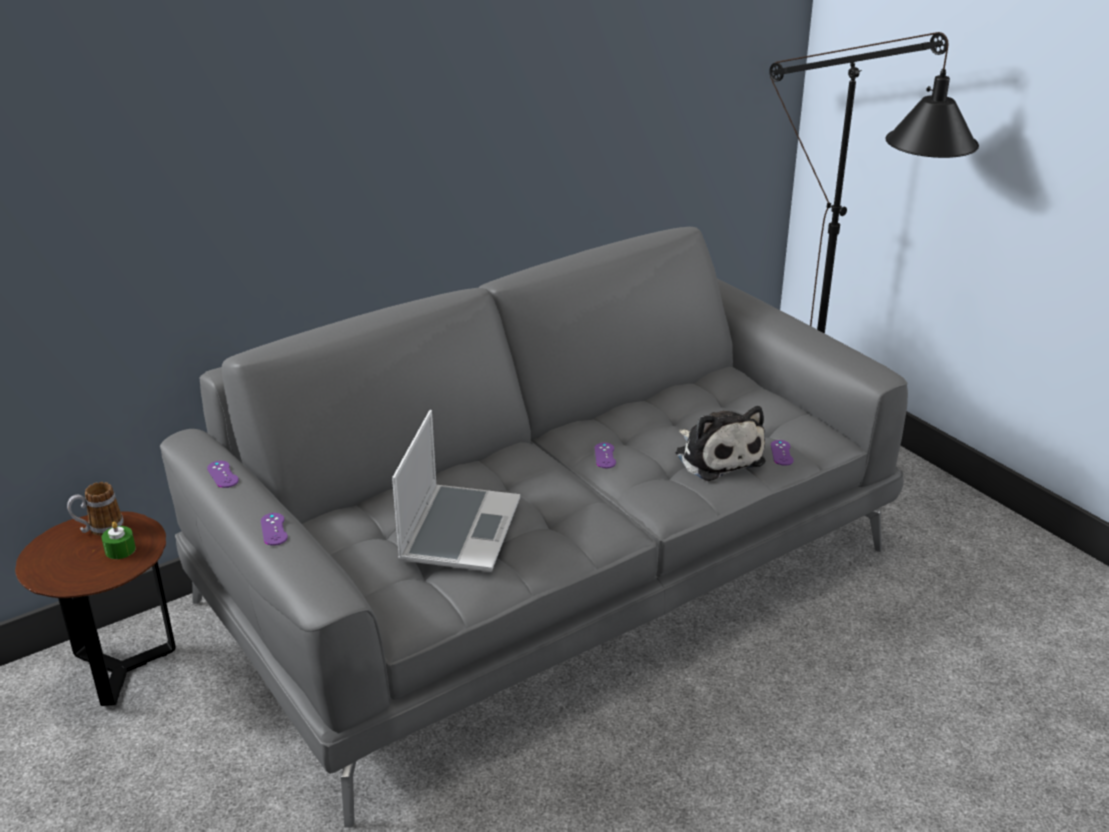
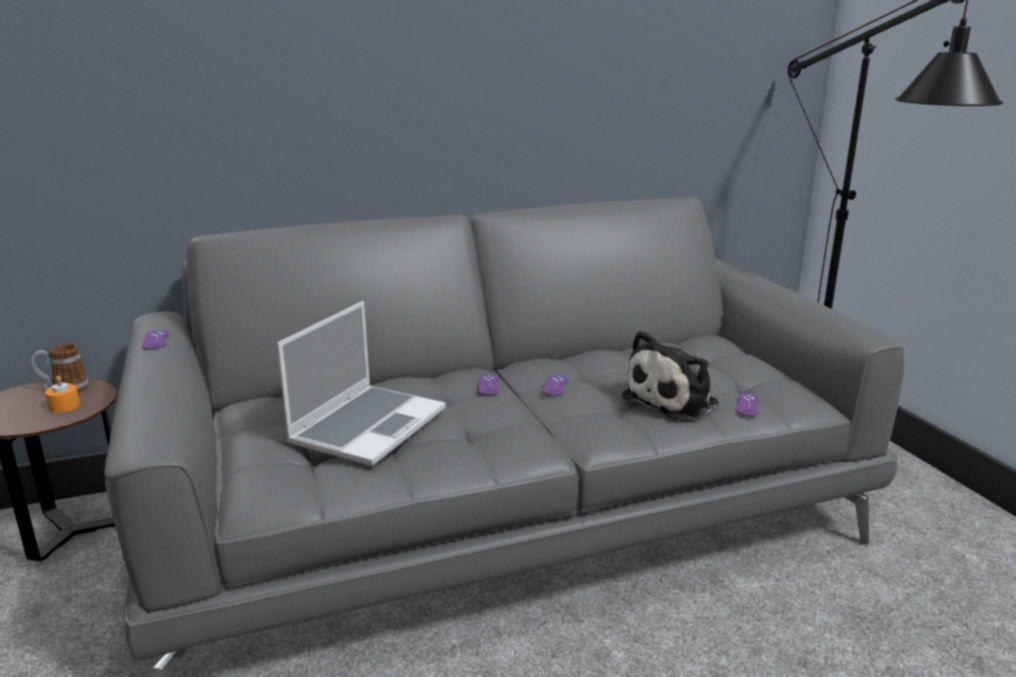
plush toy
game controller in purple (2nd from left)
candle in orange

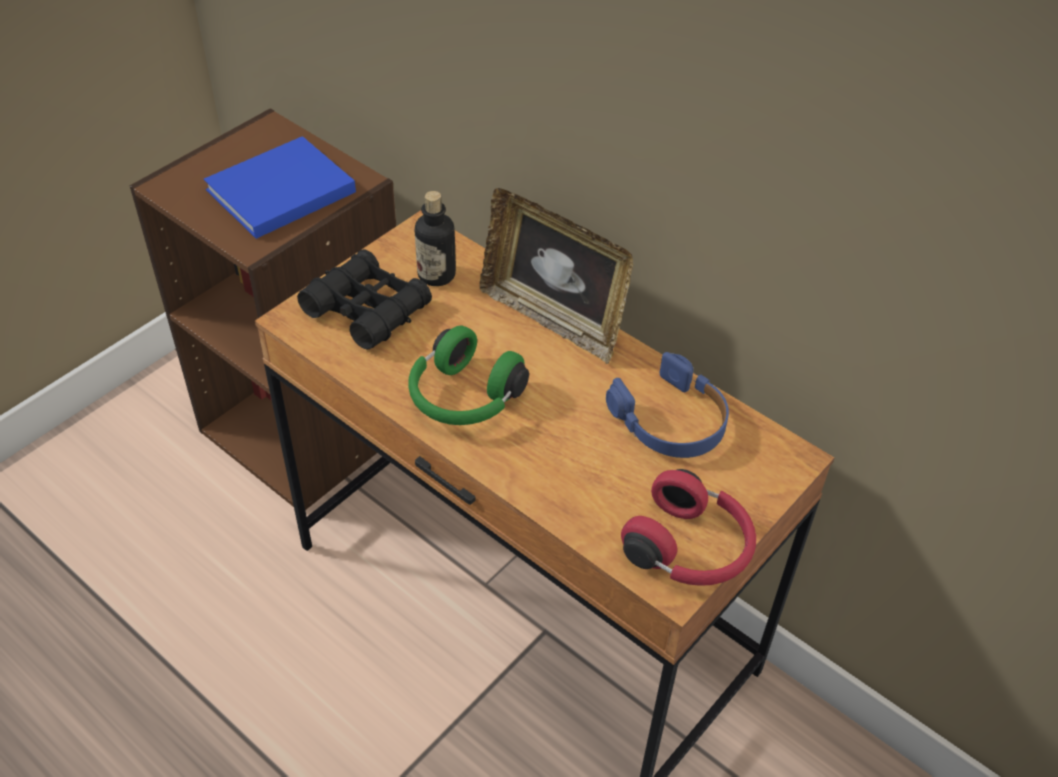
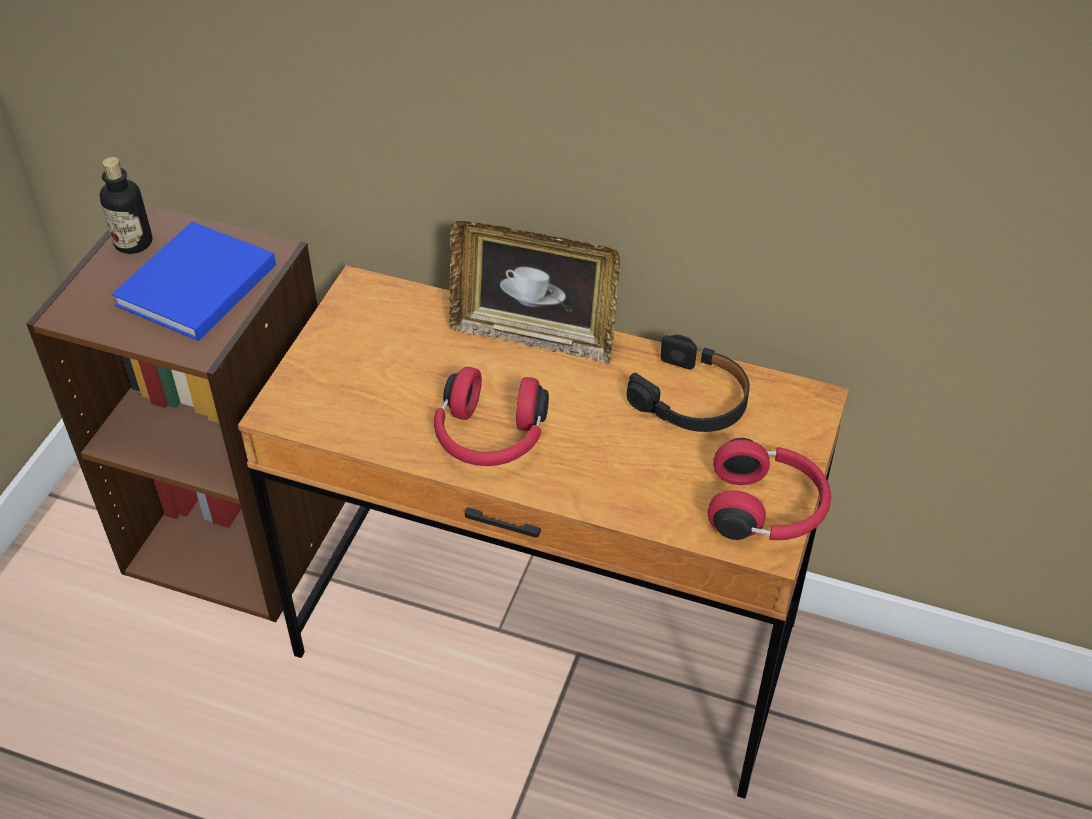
bottle
binoculars in black
headphones in red (1st from left)
headphones in black

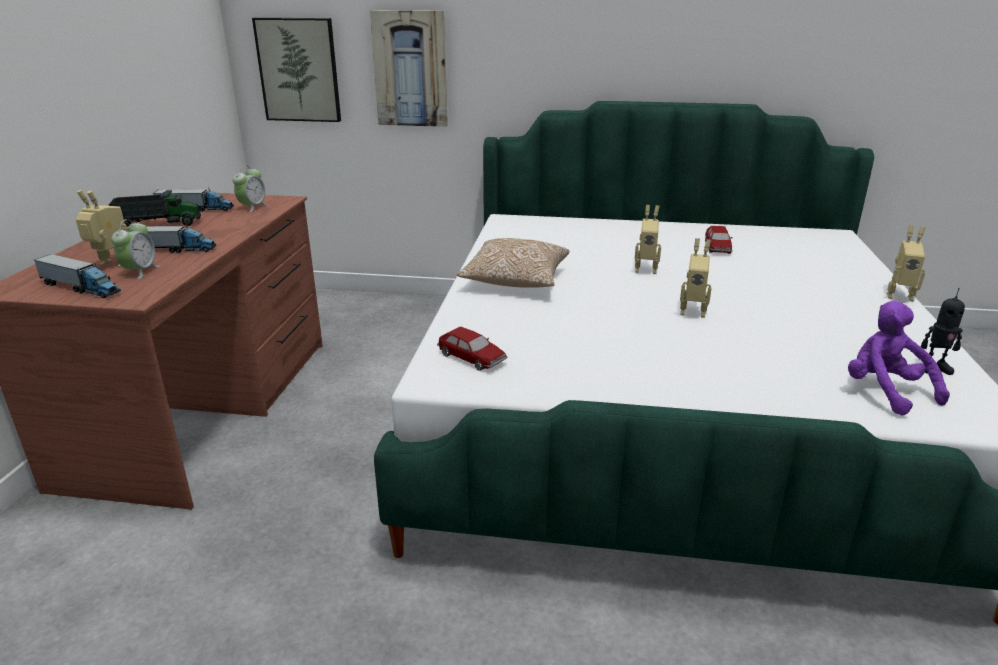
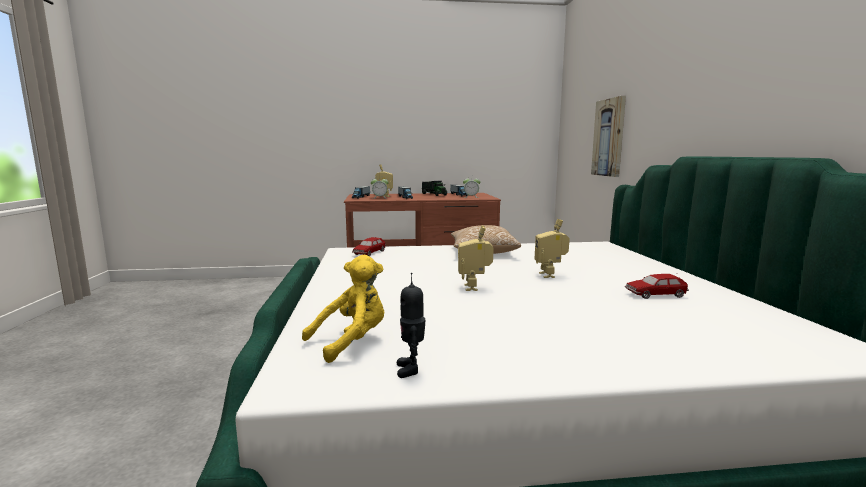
picture (1st from left in the first image)
toy robot (4th from left in the first image)
plush toy in yellow

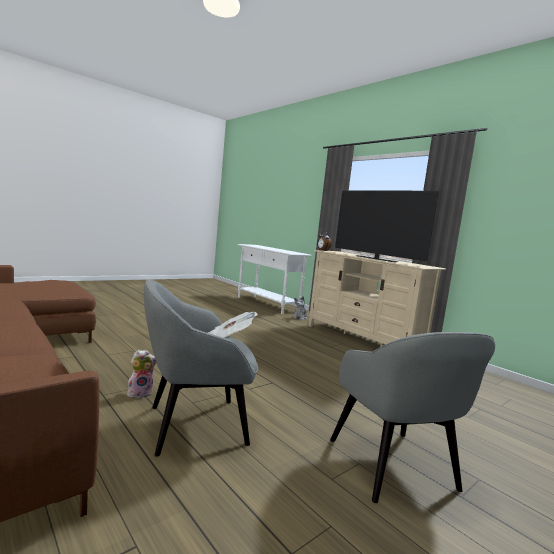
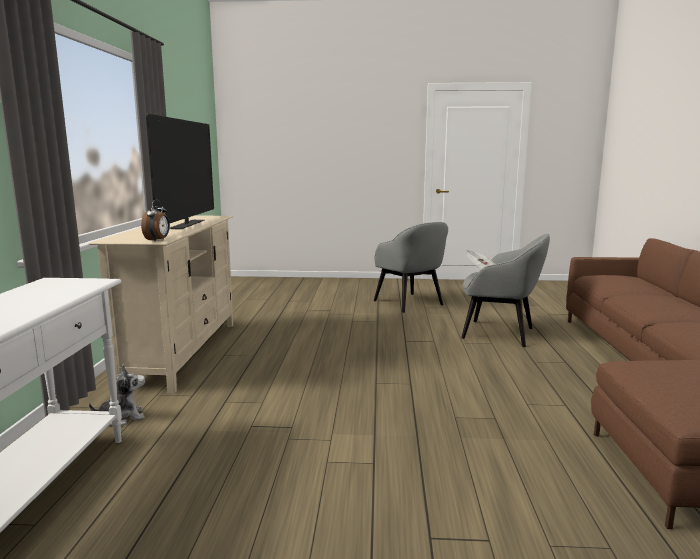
armchair in grey (1st from left)
plush toy (1st from left in the first image)

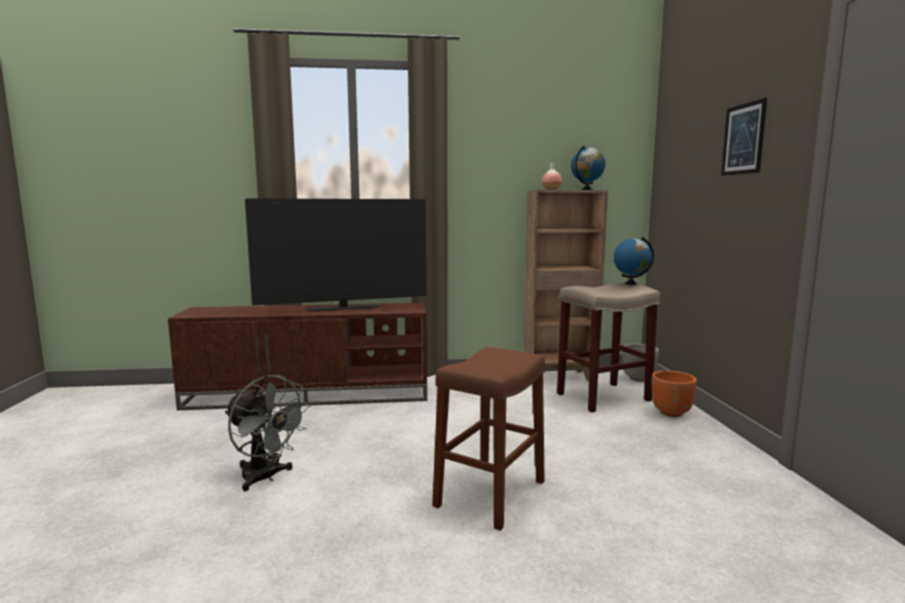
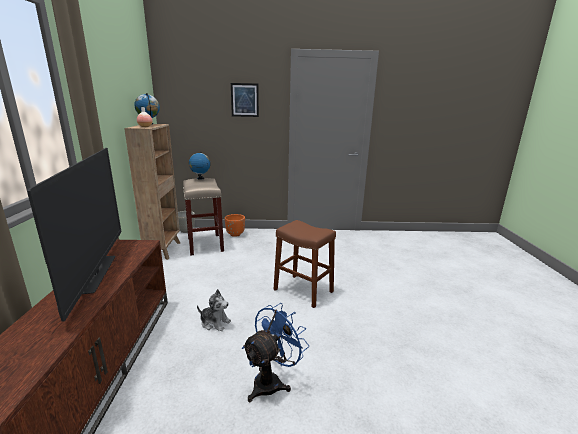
fan in blue
plush toy

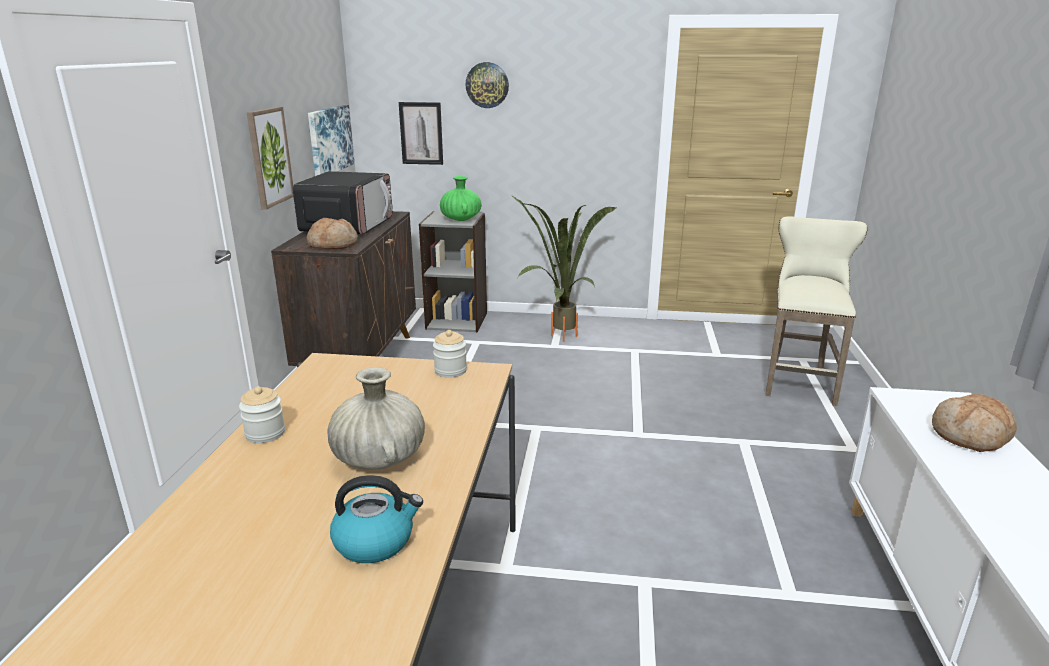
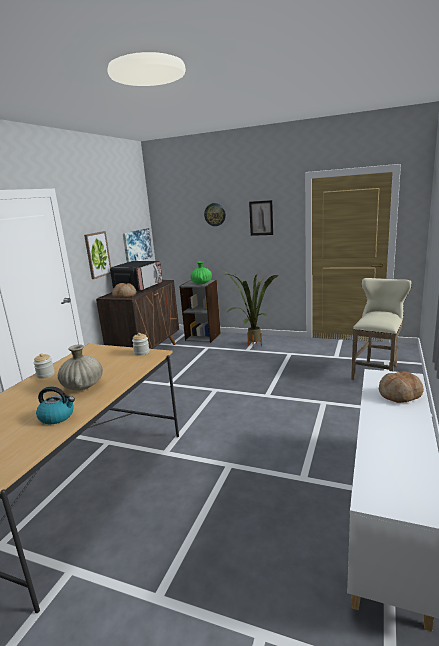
picture (3rd from left)

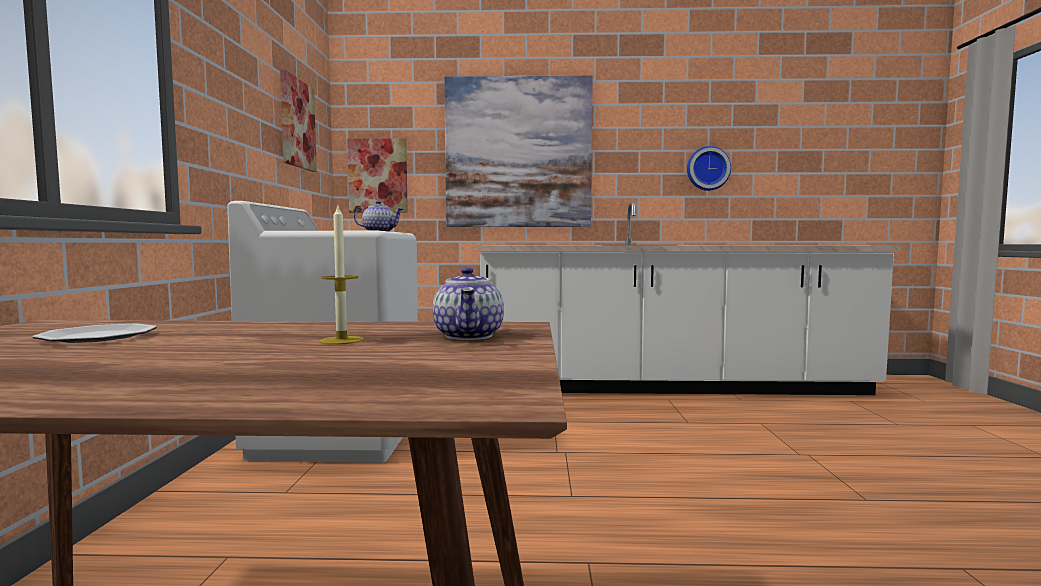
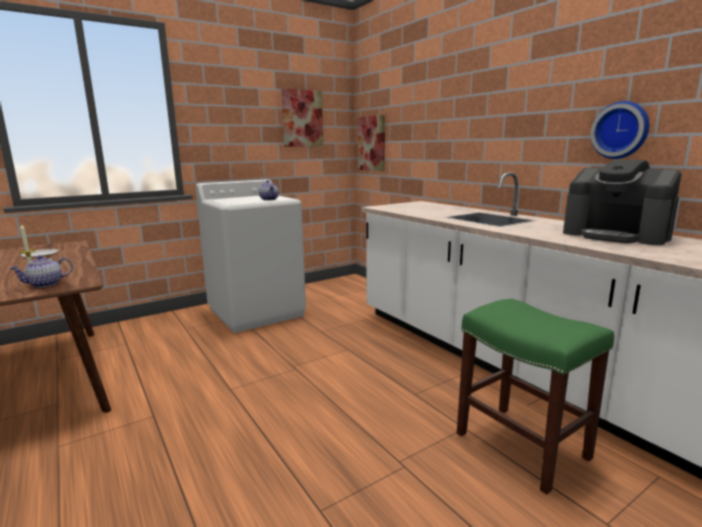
picture (3rd from left in the first image)
coffee machine
stool in green

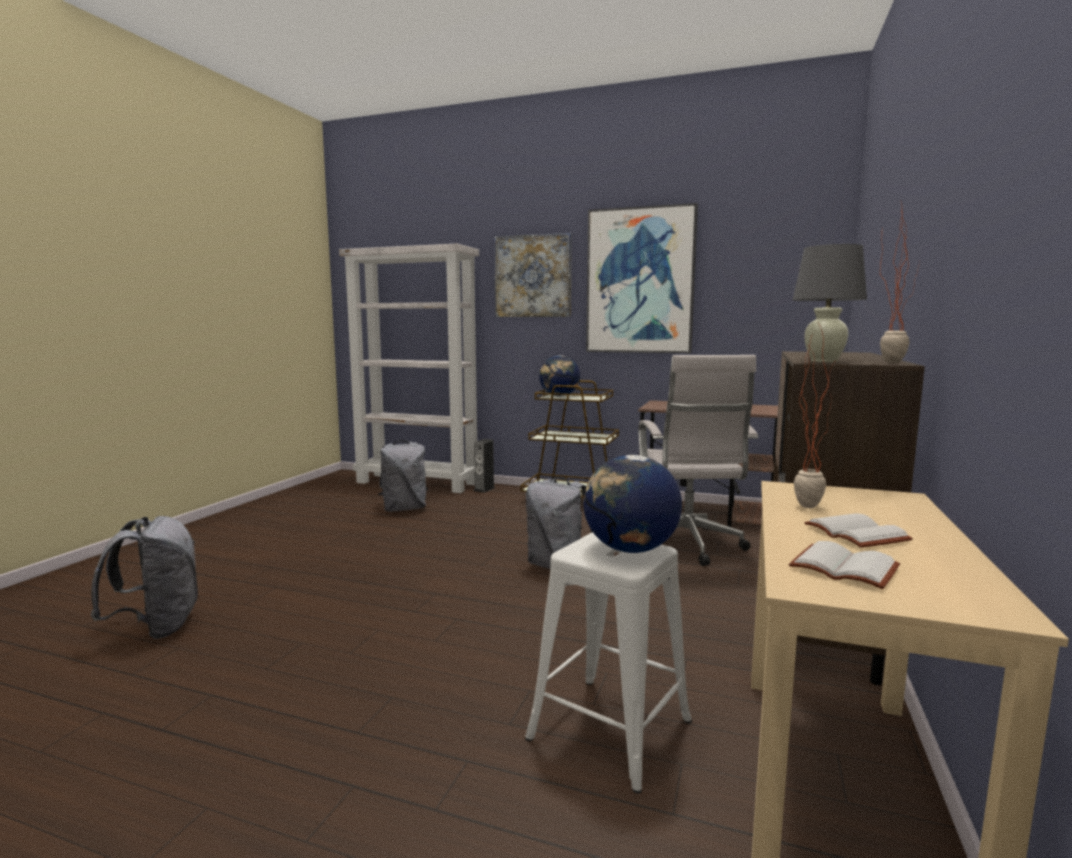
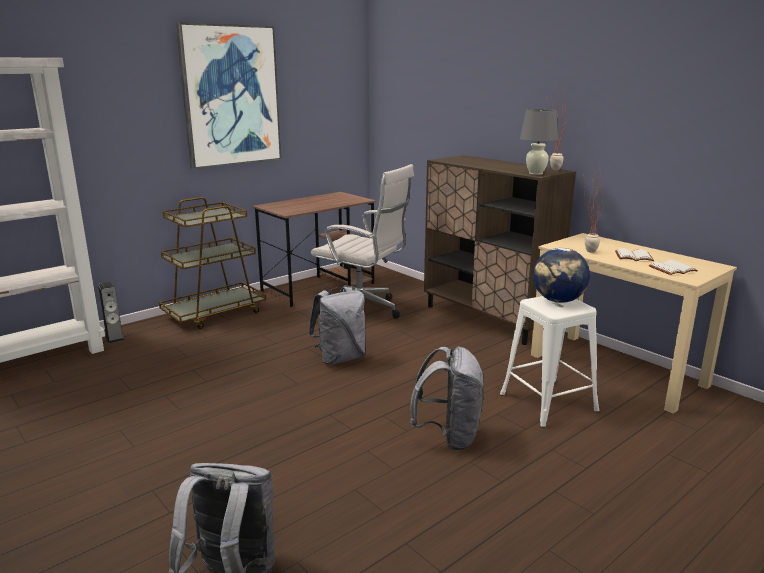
picture (1st from left in the first image)
globe (1st from left in the first image)
backpack in grey (3rd from left)

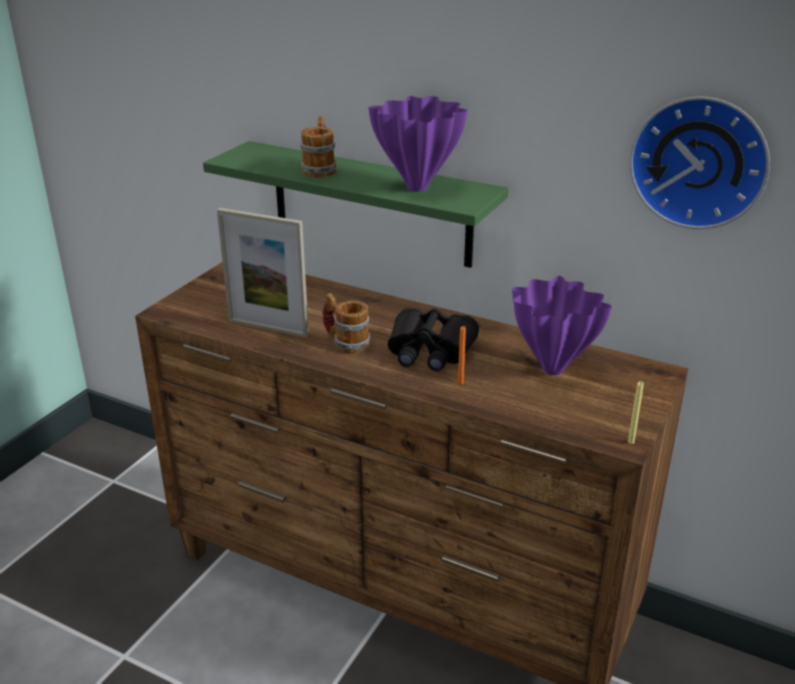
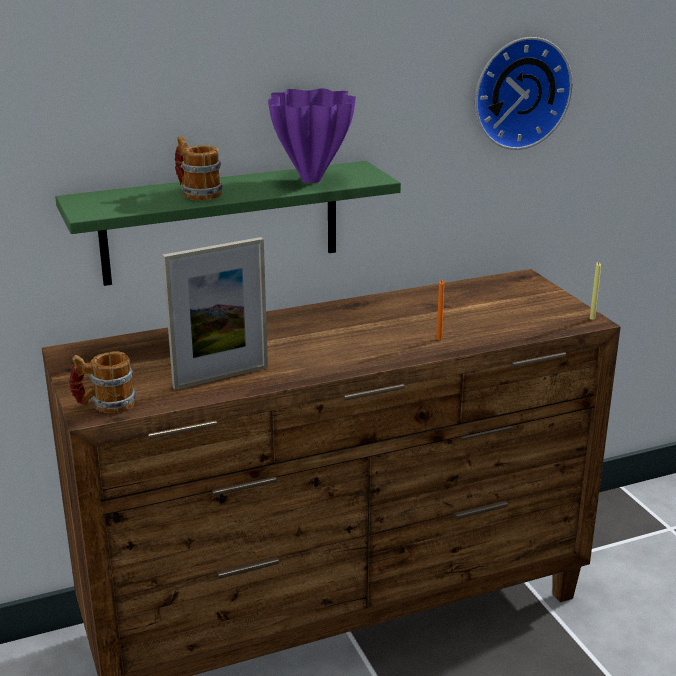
vase in purple (2nd from left in the first image)
mug (1st from left)
binoculars in black

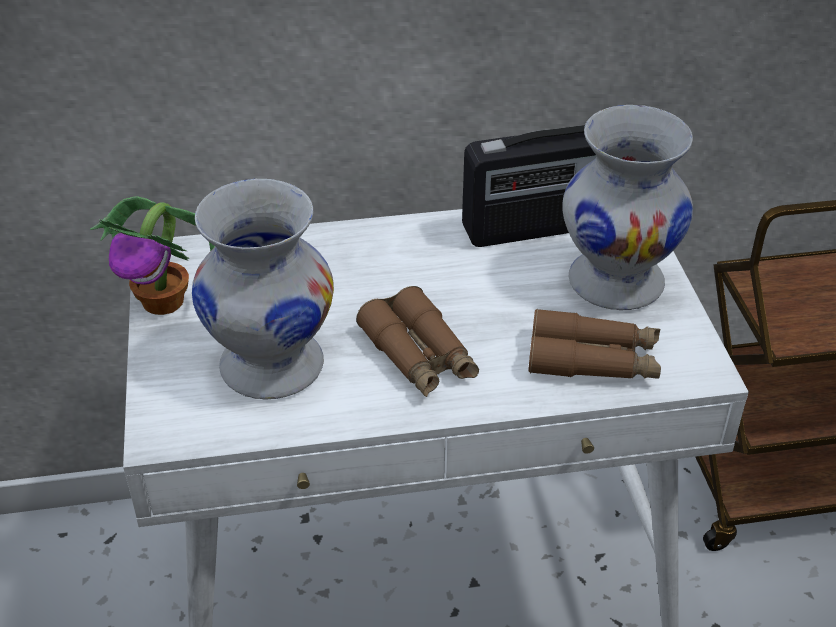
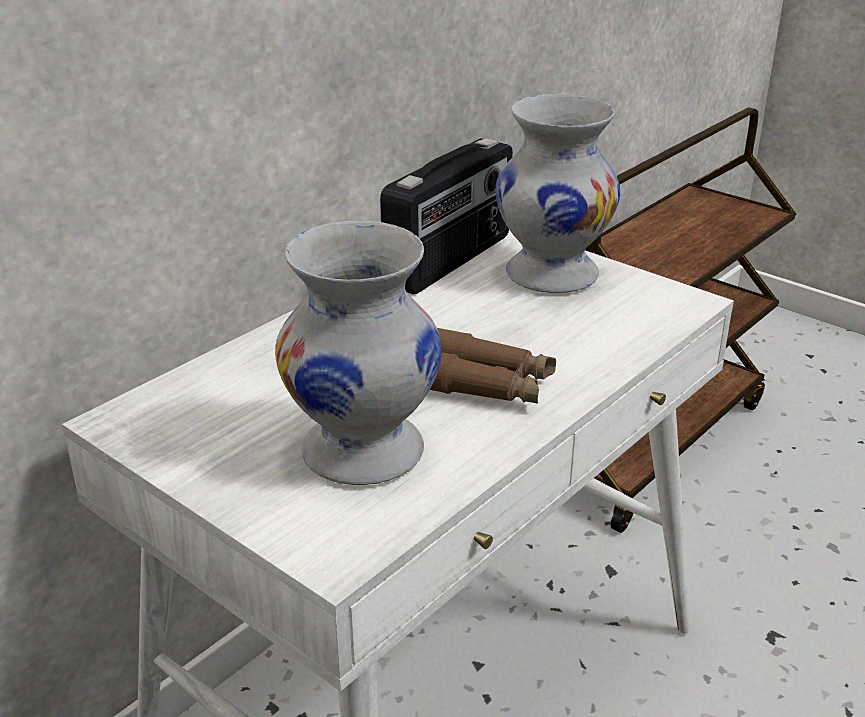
potted plant
binoculars in brown (2nd from left in the first image)

